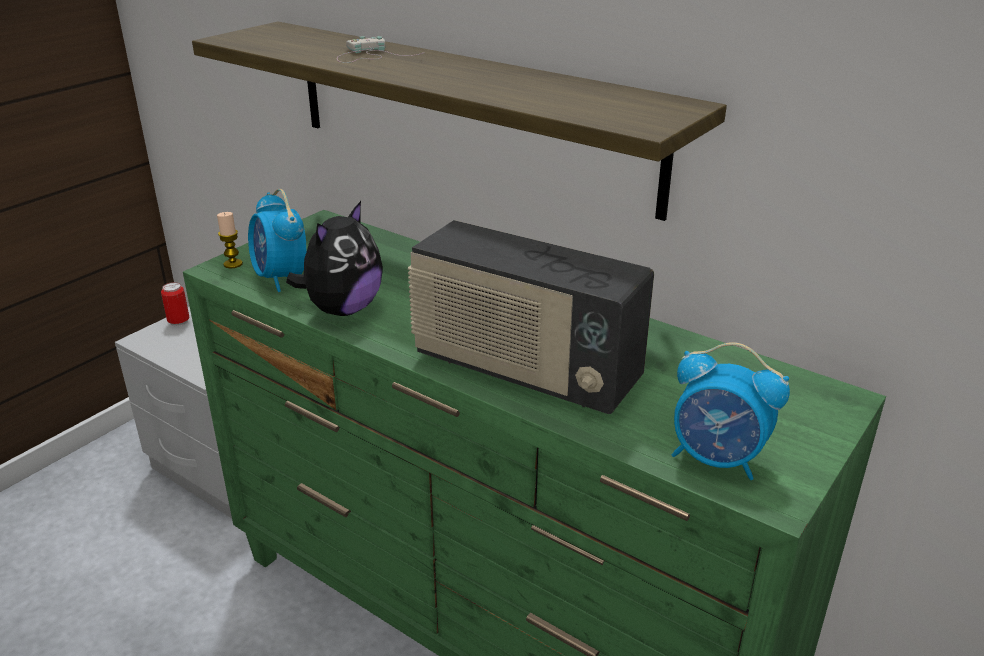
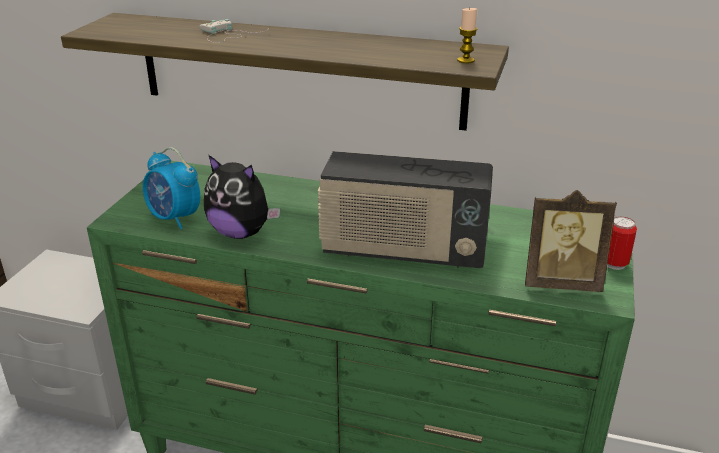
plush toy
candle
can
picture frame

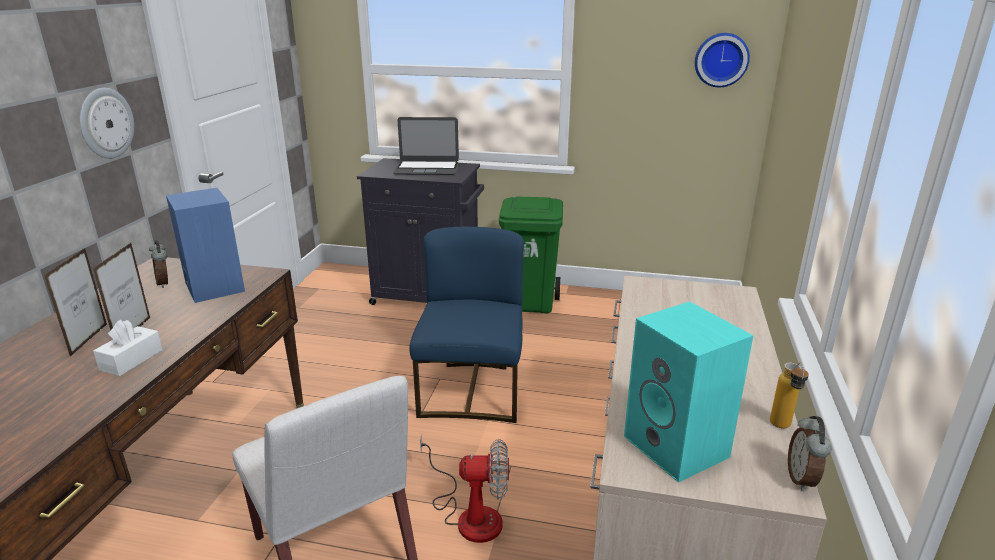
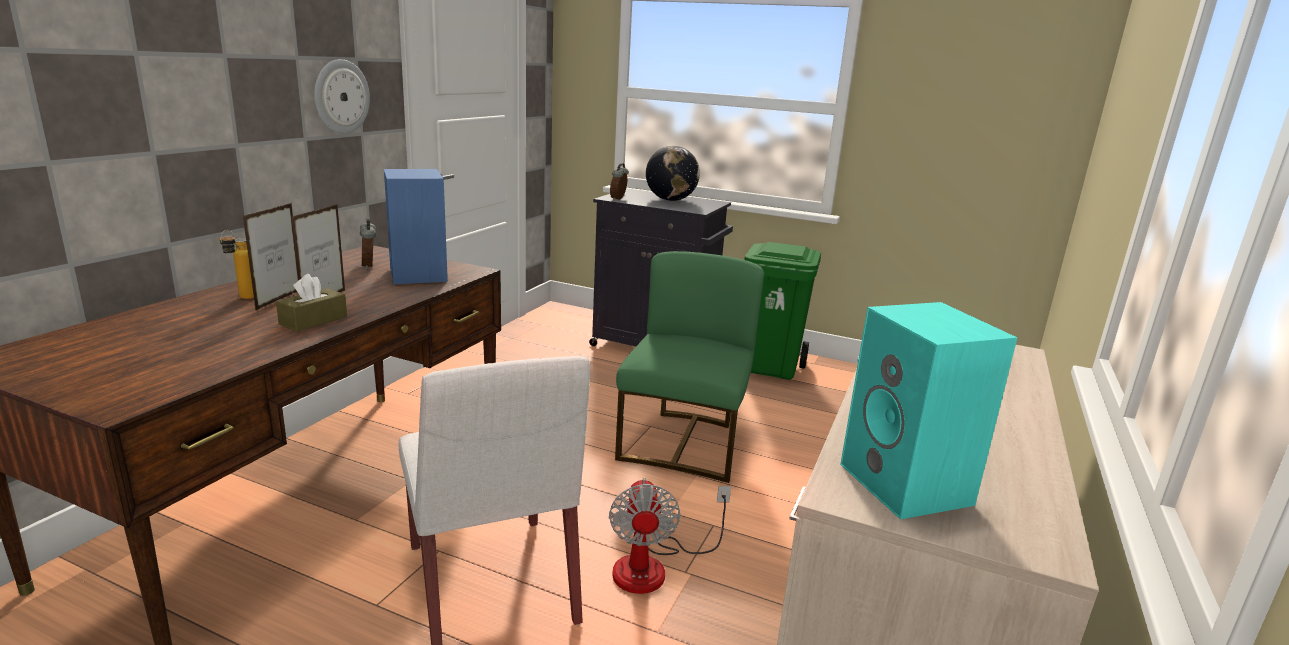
wall clock (2nd from left in the first image)
globe
chair in green
tissue box in brown
bottle
alarm clock (2nd from left)
fan

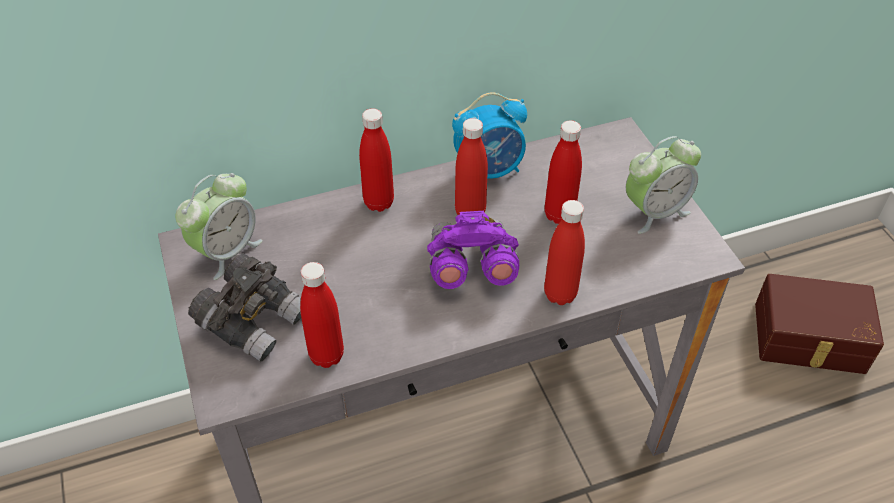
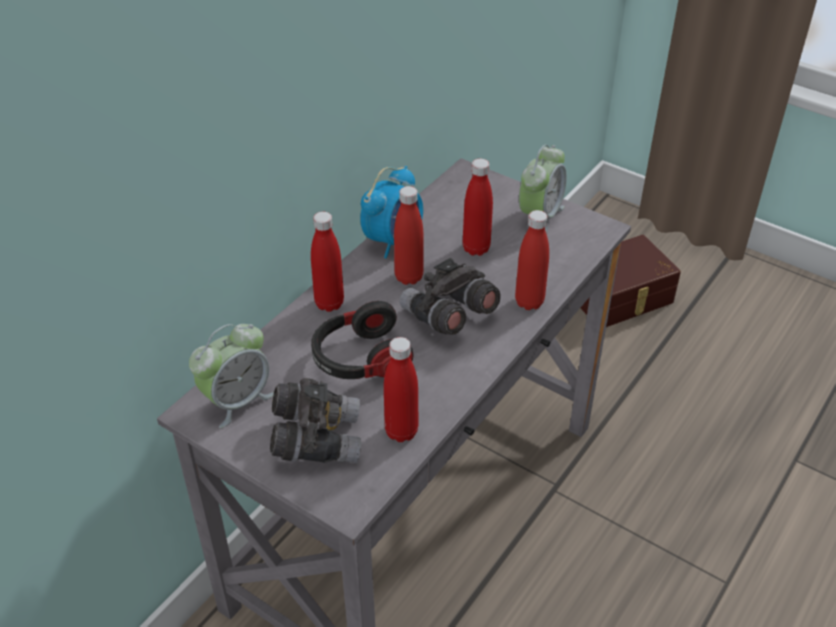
alarm clock (1st from left)
binoculars in grey (2nd from left)
headphones

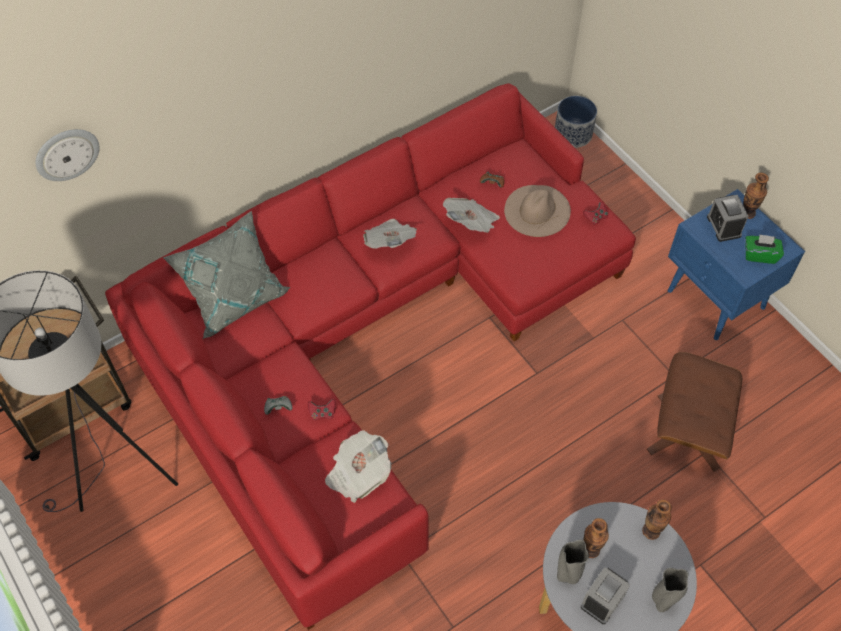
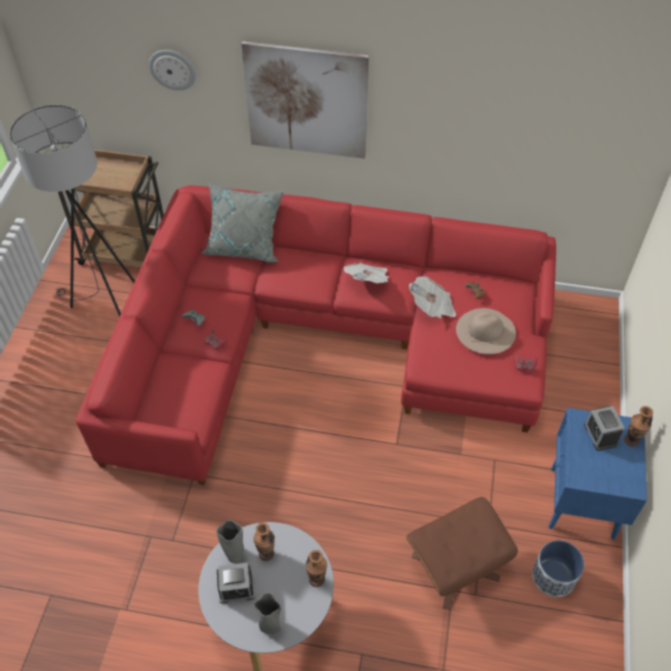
planter
alarm clock (2nd from left)
tissue box in green
newspaper (1st from left in the first image)
picture

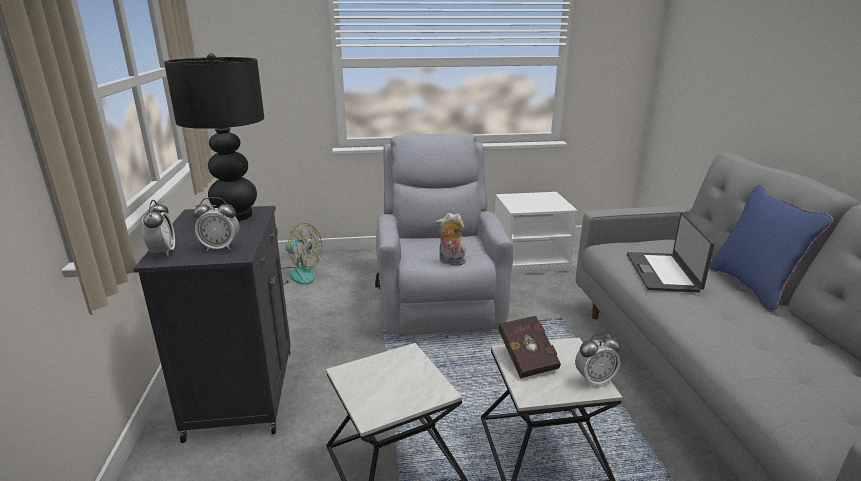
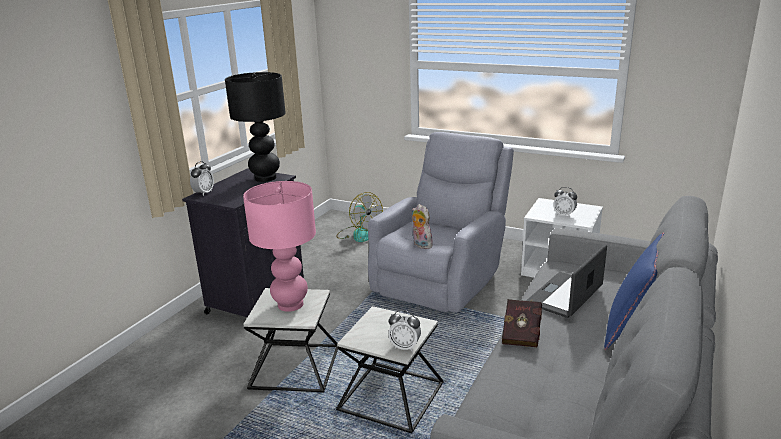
alarm clock (3rd from left)
book in red
table lamp in pink

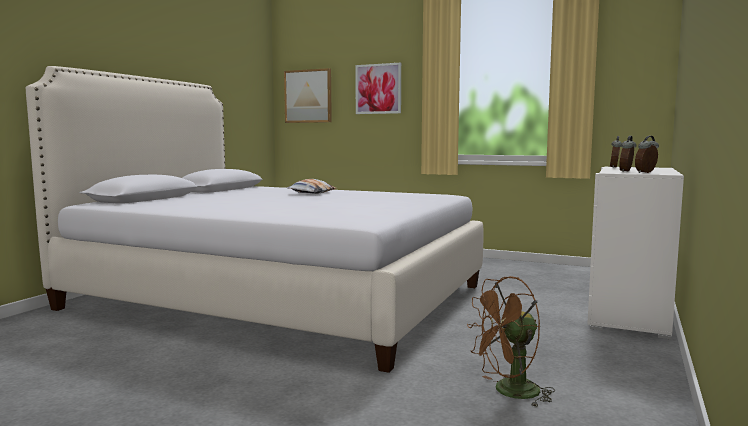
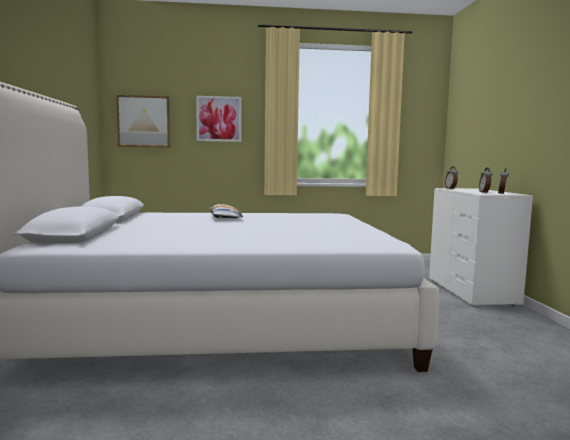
fan in brown

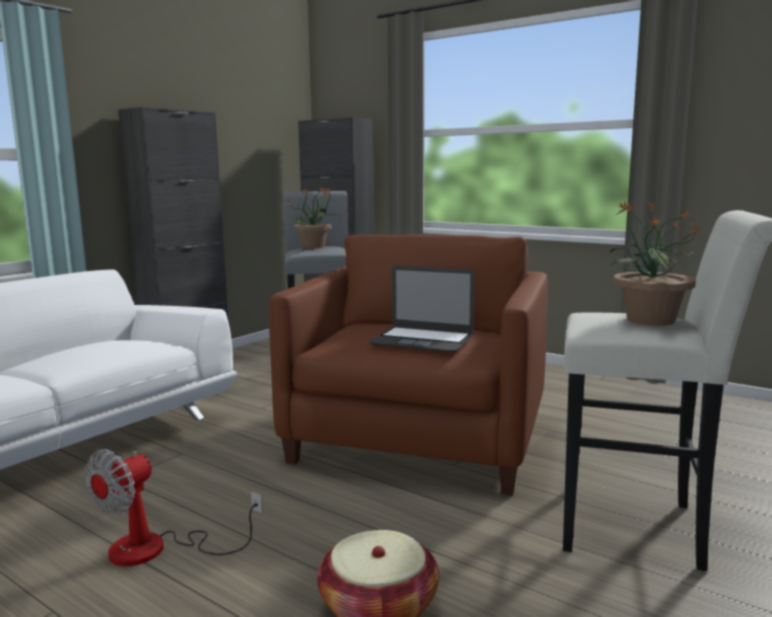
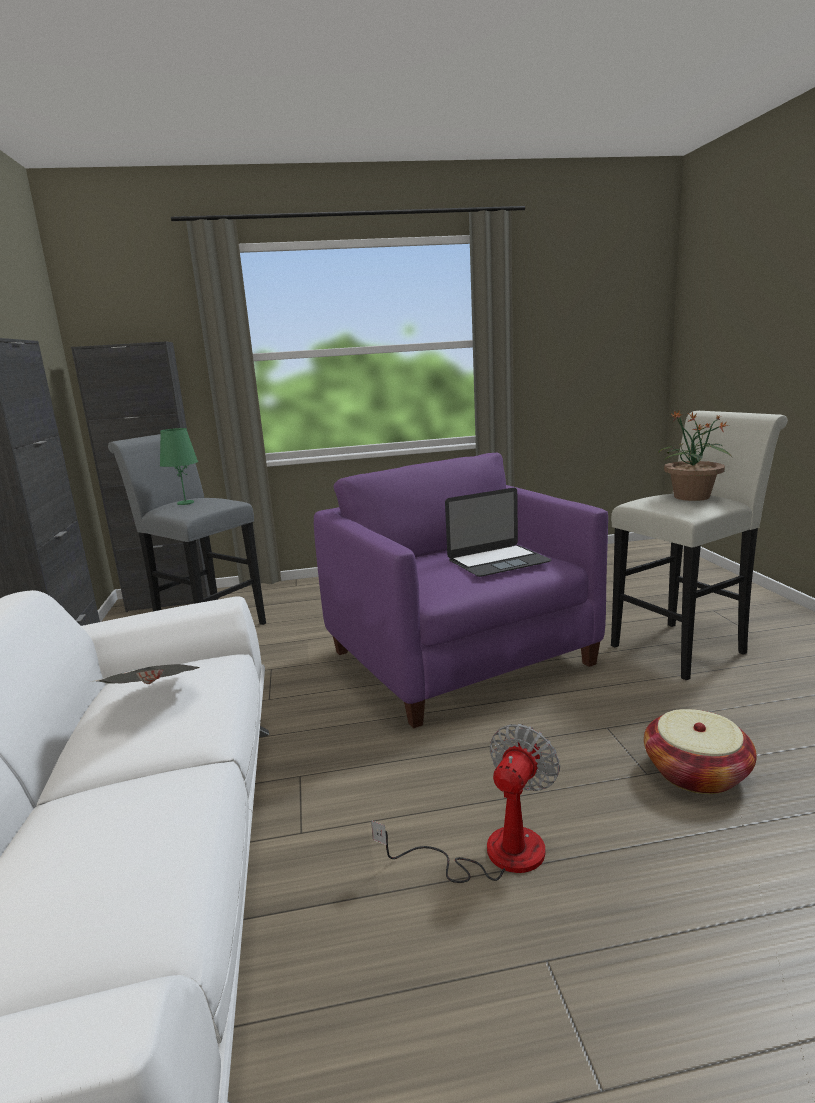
table lamp in green
armchair in purple
fan
newspaper

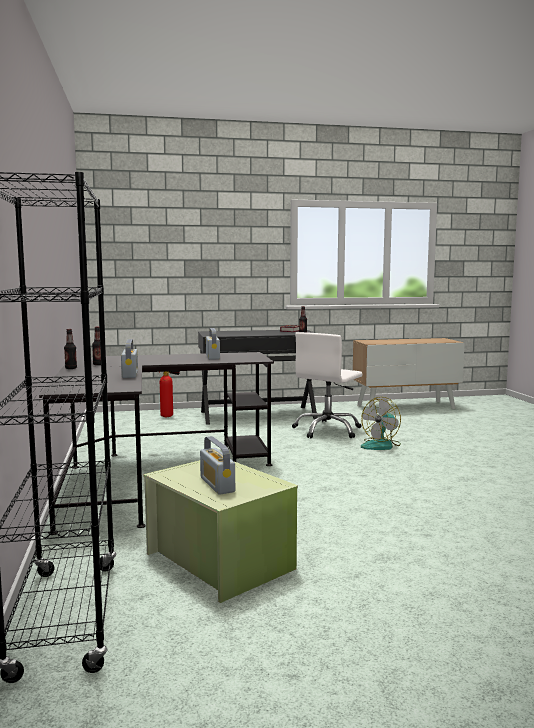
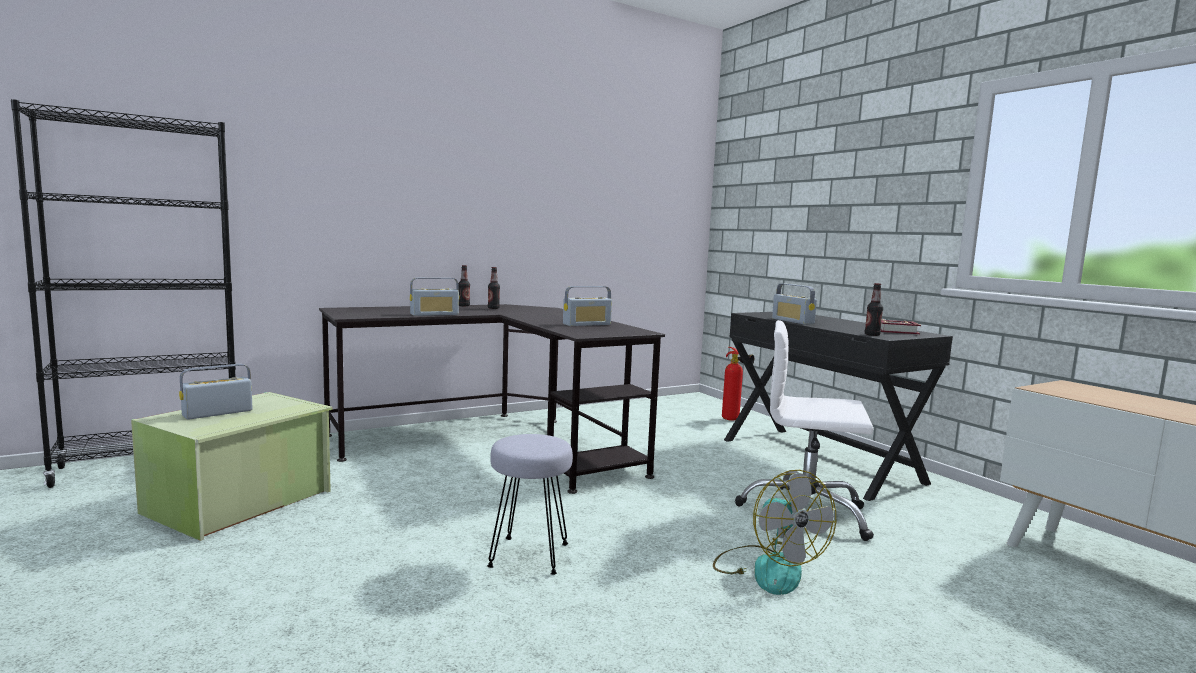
fan
radio (4th from left)
stool in grey

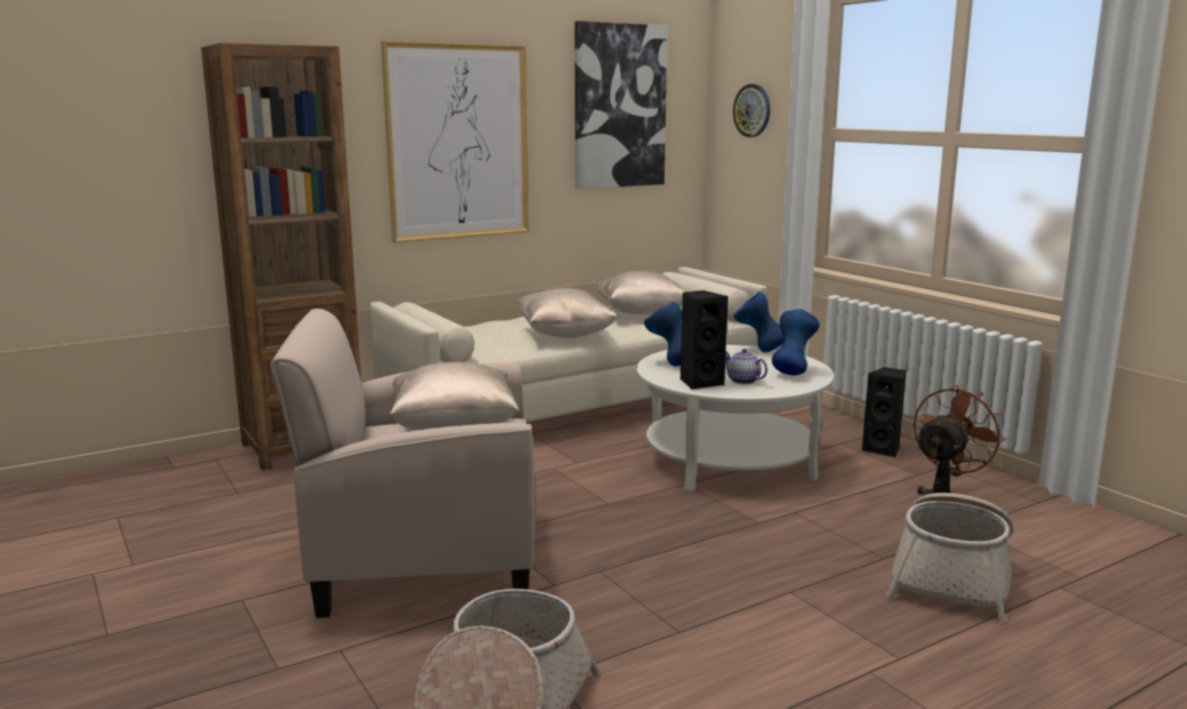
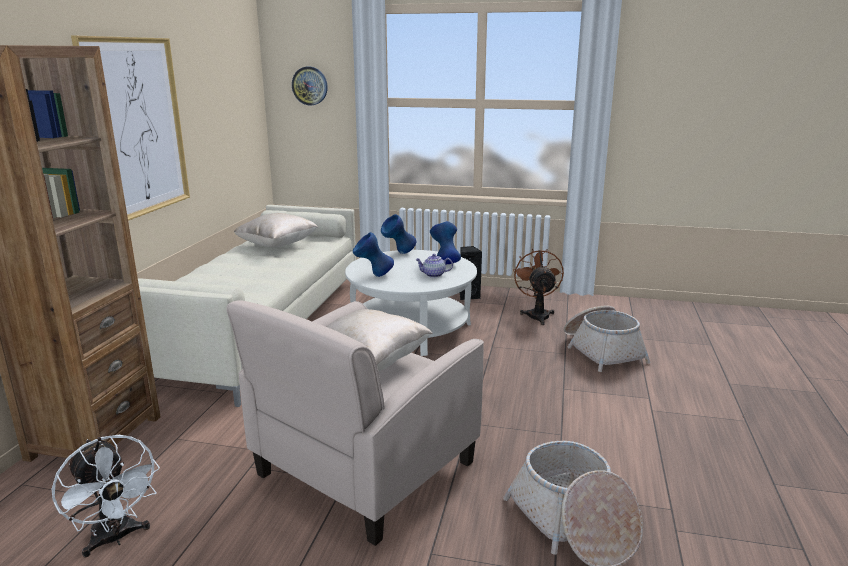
picture (2nd from left in the first image)
pillow in beige (2nd from left in the first image)
speaker in black (1st from left in the first image)
fan in white

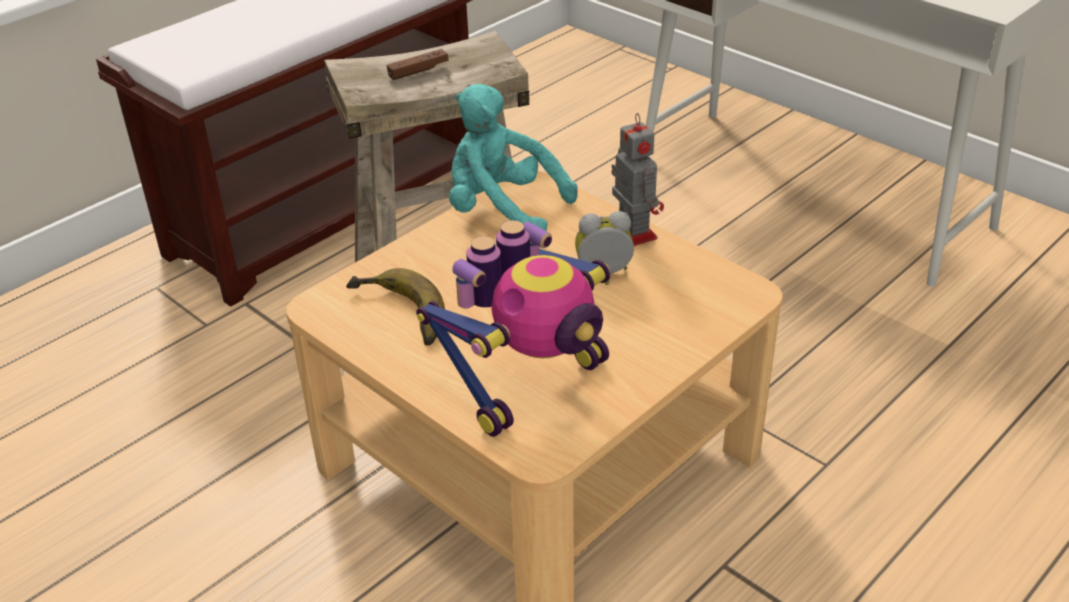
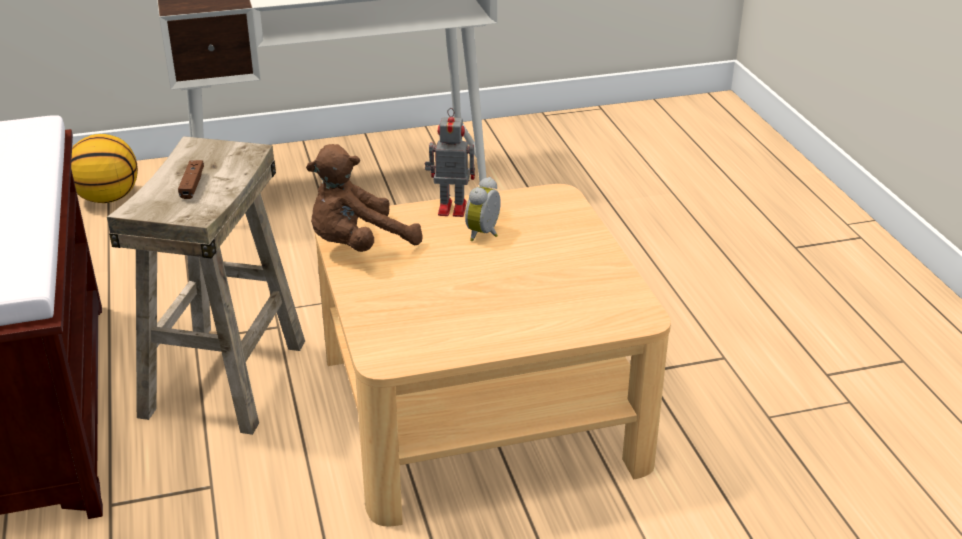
plush toy in brown
toy robot (1st from left in the first image)
banana
basketball

